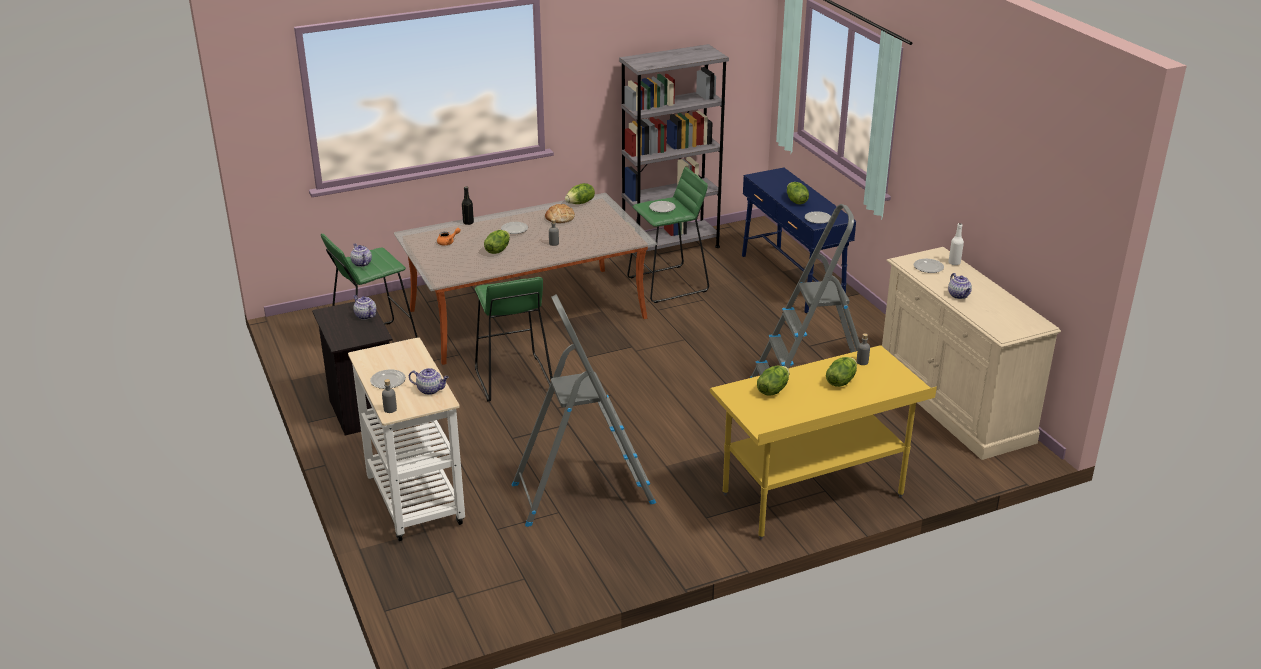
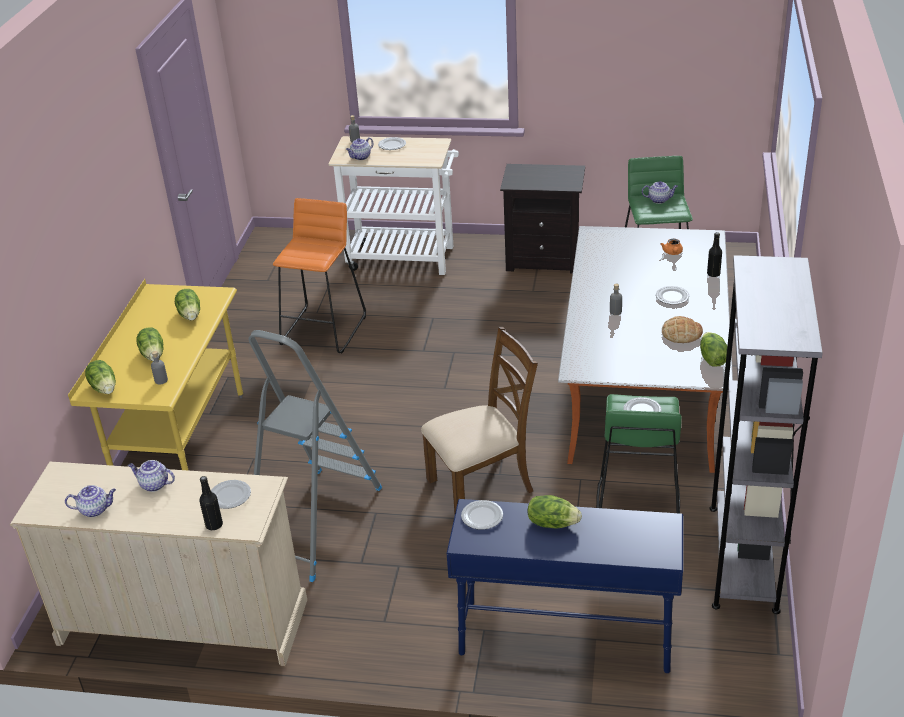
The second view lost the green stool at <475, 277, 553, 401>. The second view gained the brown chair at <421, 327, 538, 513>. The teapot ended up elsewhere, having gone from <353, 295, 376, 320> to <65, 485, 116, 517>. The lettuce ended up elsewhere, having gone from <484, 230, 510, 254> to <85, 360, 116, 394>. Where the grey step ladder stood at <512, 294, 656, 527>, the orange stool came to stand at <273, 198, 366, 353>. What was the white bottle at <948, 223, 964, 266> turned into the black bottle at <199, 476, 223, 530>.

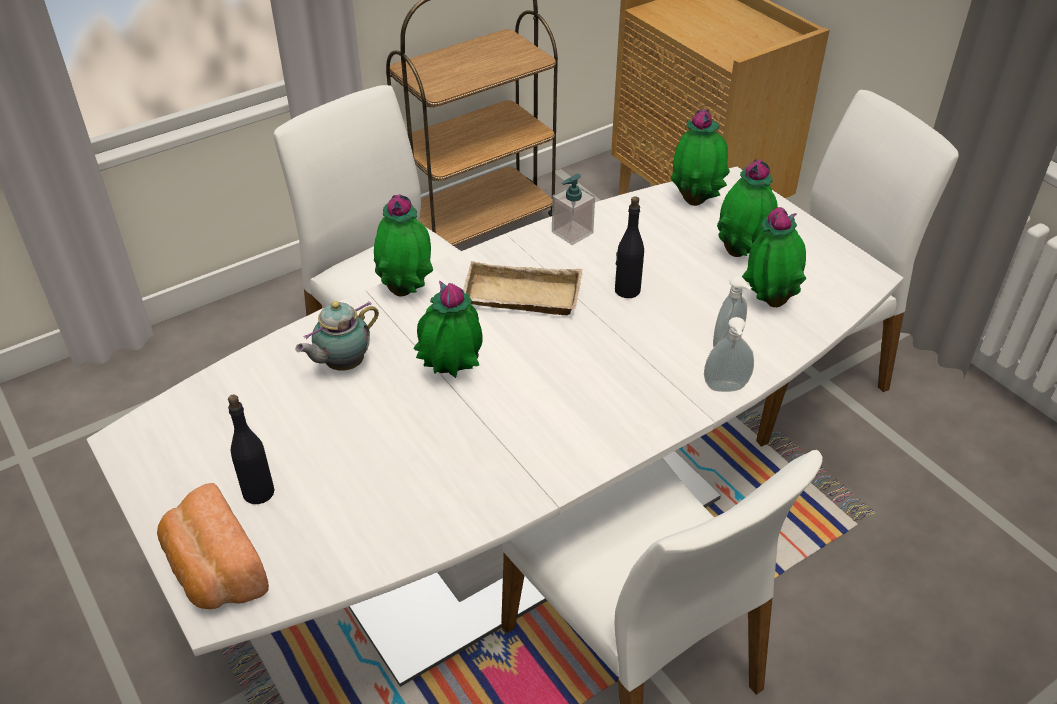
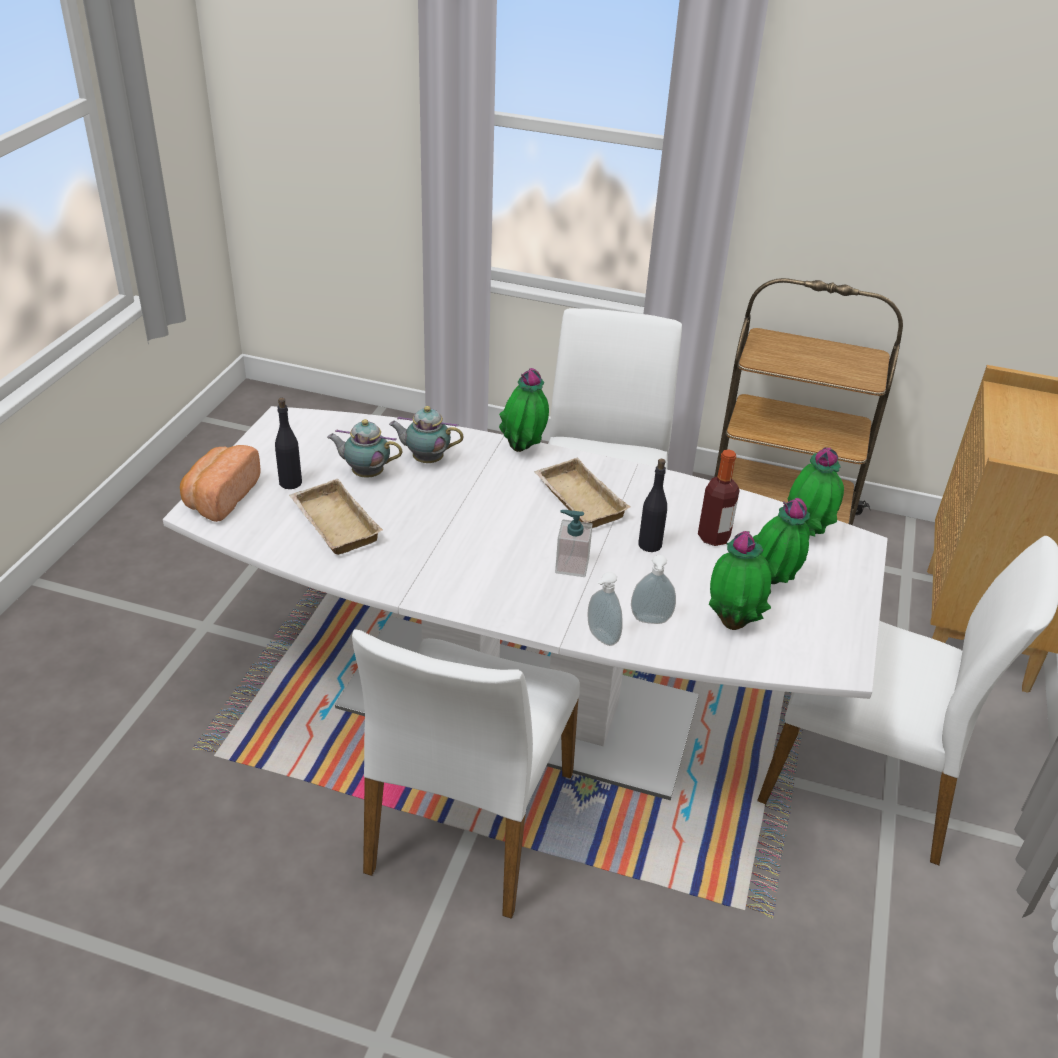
The second view lost the potted plant at <413, 281, 483, 378>. The second view gained the beige tray at <289, 479, 383, 555>. The second view gained the teapot at <327, 419, 402, 478>. The second view gained the bottle at <698, 449, 739, 546>. The soap dispenser ended up elsewhere, having gone from <552, 174, 595, 245> to <555, 510, 593, 577>.

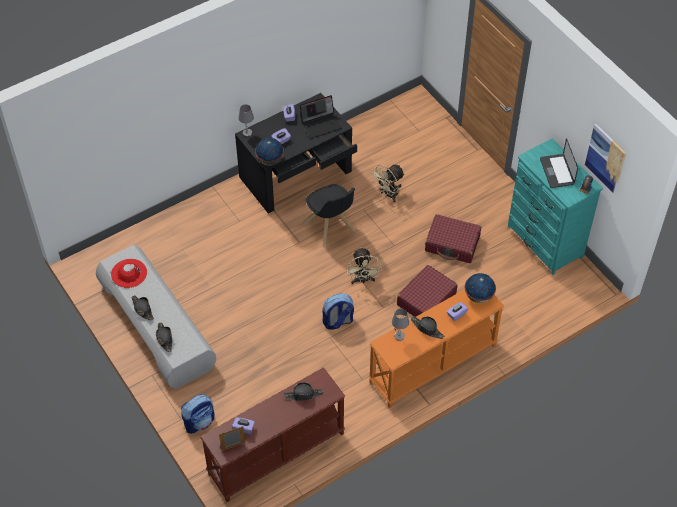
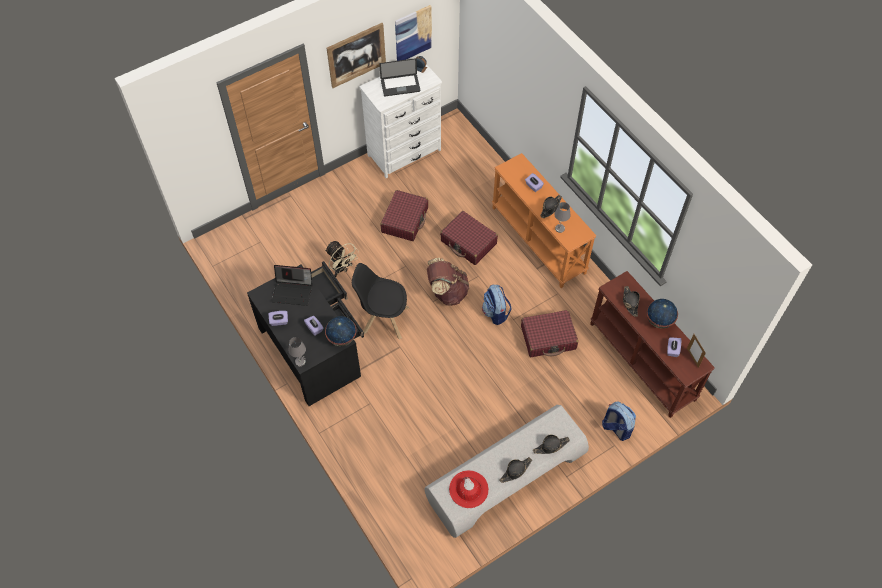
The second view gained the picture at <327, 23, 386, 88>. The second view gained the red suitcase at <521, 310, 578, 357>. The globe ended up elsewhere, having gone from <465, 273, 496, 303> to <647, 299, 678, 329>. Where the beige fan stood at <347, 247, 382, 284>, the brown backpack came to stand at <427, 258, 469, 306>. What was the turquoise dresser at <508, 138, 603, 275> turned into the white dresser at <359, 64, 442, 178>. The laptop at <300, 95, 342, 138> ended up facing another way, 120 degrees clockwise from before. The black chair at <303, 184, 355, 248> ended up facing another way, 135 degrees counterclockwise from before.

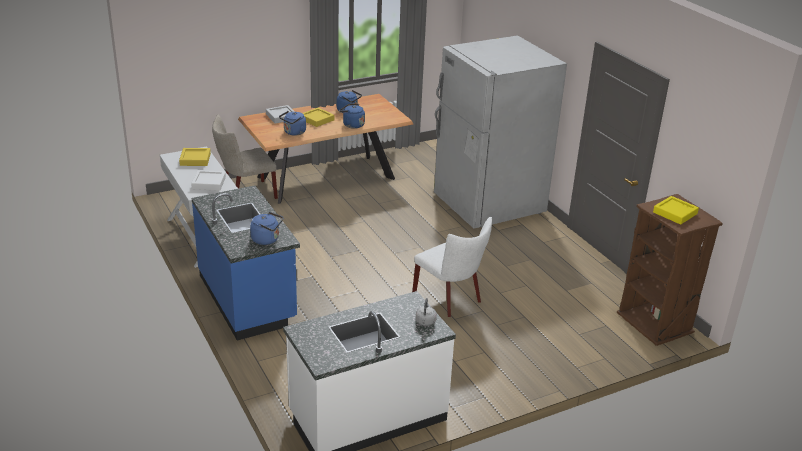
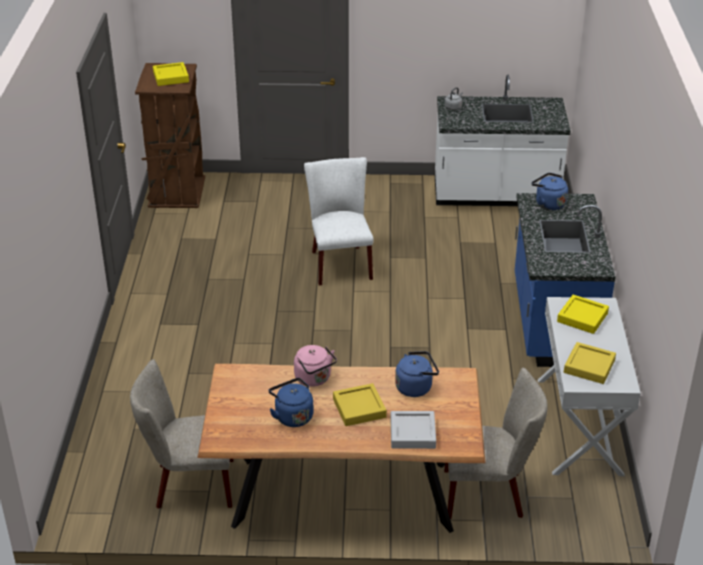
The second view lost the white fridge at <434, 35, 567, 228>. The second view gained the beige chair at <130, 359, 233, 509>. What was the white tray at <191, 170, 226, 191> turned into the yellow tray at <557, 295, 609, 334>. What was the blue kettle at <339, 104, 365, 129> turned into the pink kettle at <294, 345, 337, 387>.

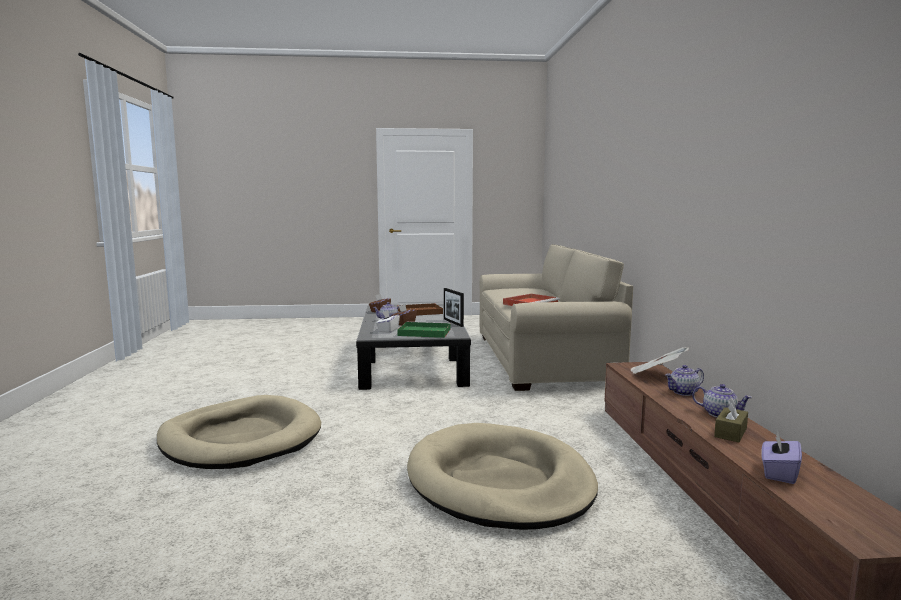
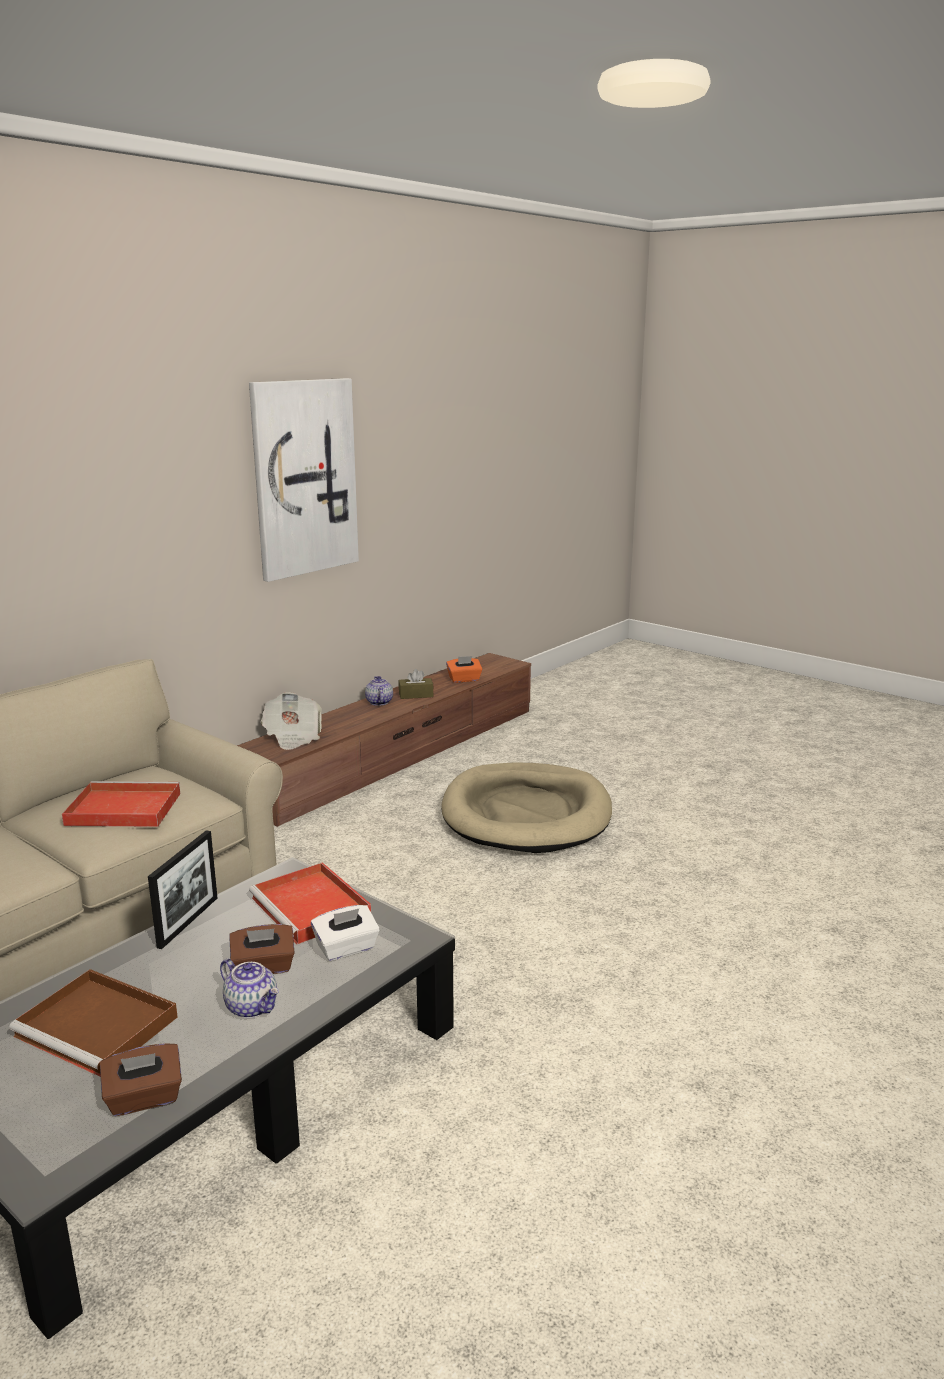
The second view lost the beige dog bed at <157, 395, 321, 469>. The second view lost the teapot at <665, 365, 704, 396>. The second view gained the picture at <249, 378, 359, 582>. What was the green tray at <397, 322, 451, 338> turned into the red tray at <249, 862, 371, 944>. What was the purple tissue box at <761, 432, 802, 484> turned into the orange tissue box at <446, 656, 483, 683>.

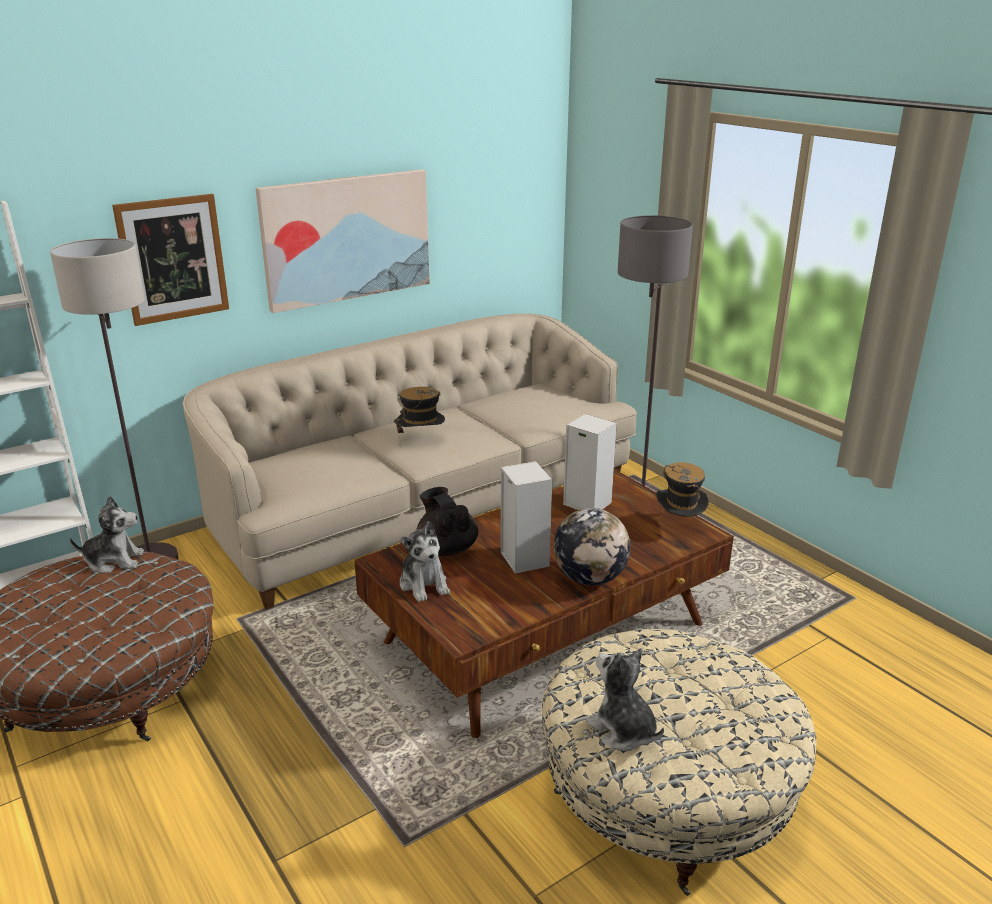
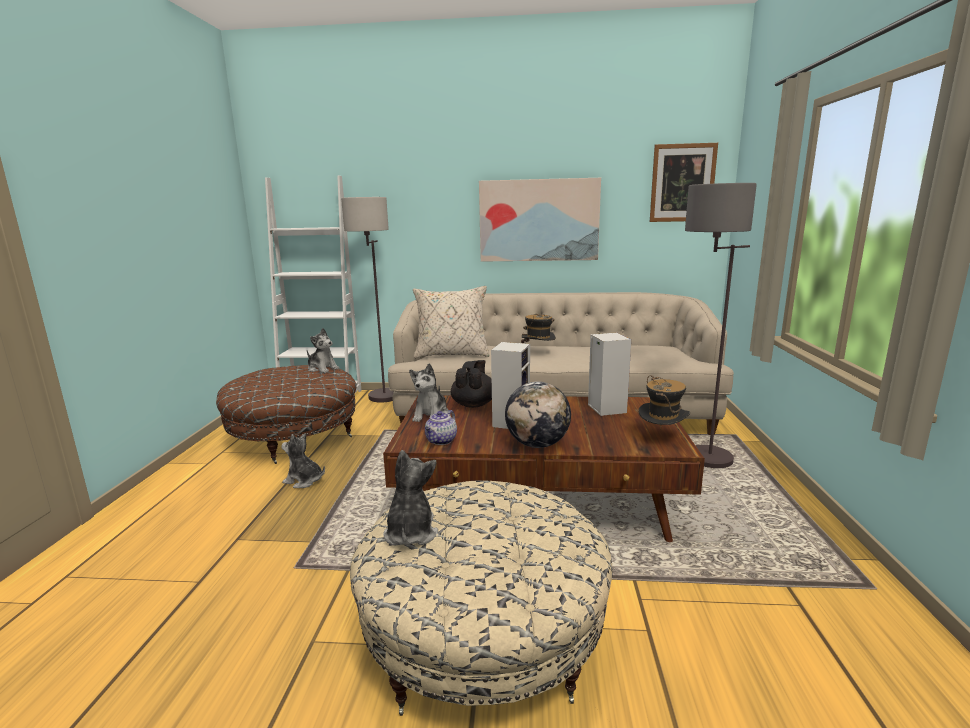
The second view gained the plush toy at <281, 433, 325, 488>. The second view gained the beige pillow at <413, 286, 490, 358>. The second view gained the teapot at <425, 410, 457, 445>. The picture ended up elsewhere, having gone from <112, 194, 229, 326> to <650, 143, 718, 222>.

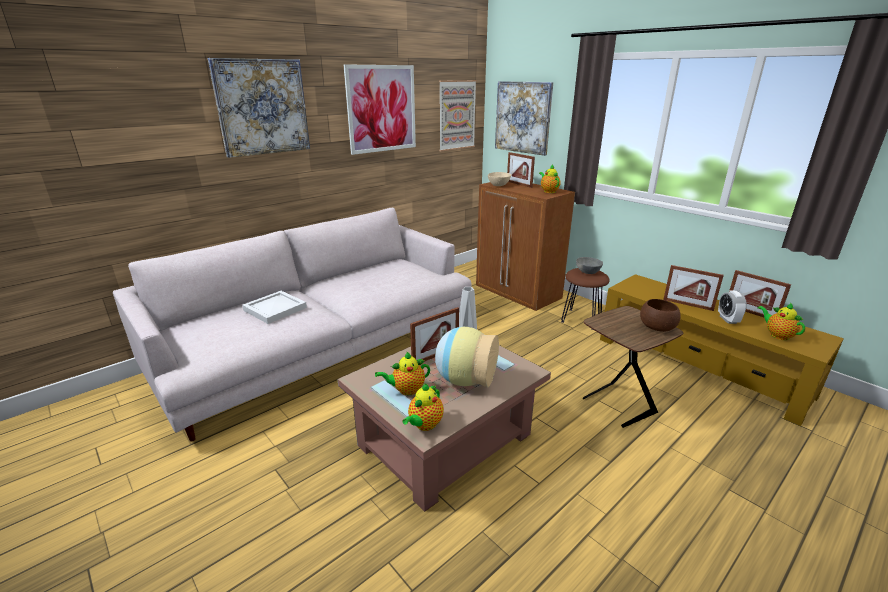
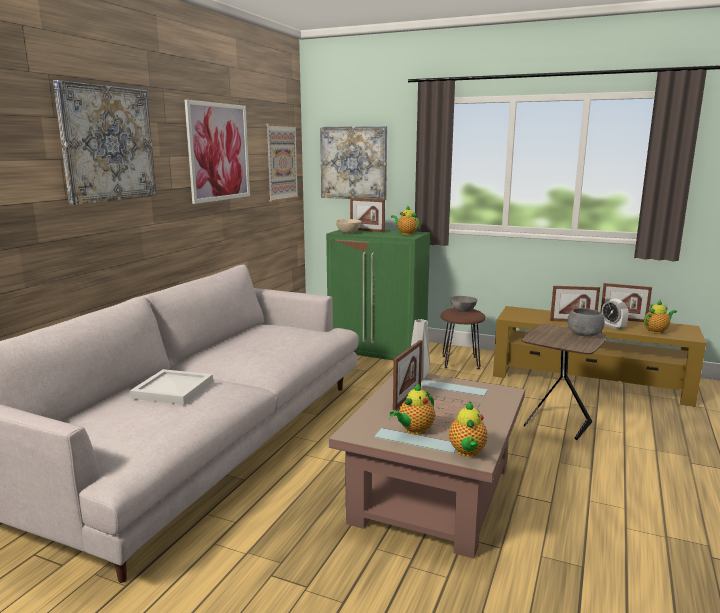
The second view lost the vase at <435, 327, 499, 387>. What was the brown cabinet at <476, 182, 575, 311> turned into the green cabinet at <326, 230, 430, 361>. What was the brown bowl at <640, 299, 681, 332> turned into the grey bowl at <567, 308, 605, 337>. The teapot at <758, 302, 805, 340> ended up facing another way, 120 degrees clockwise from before.

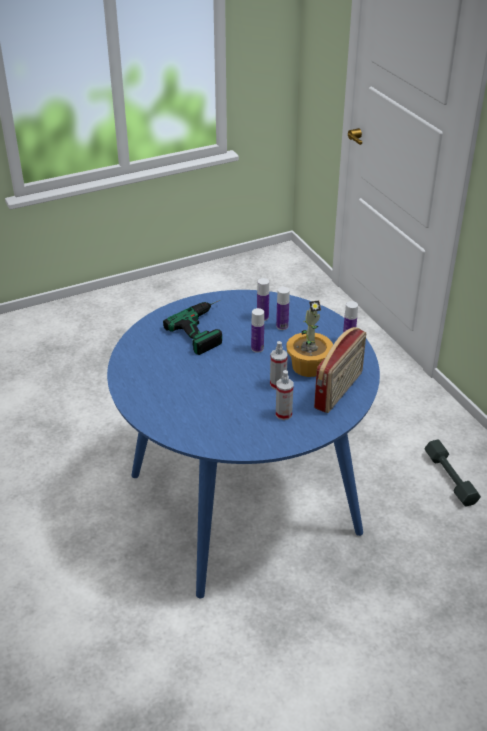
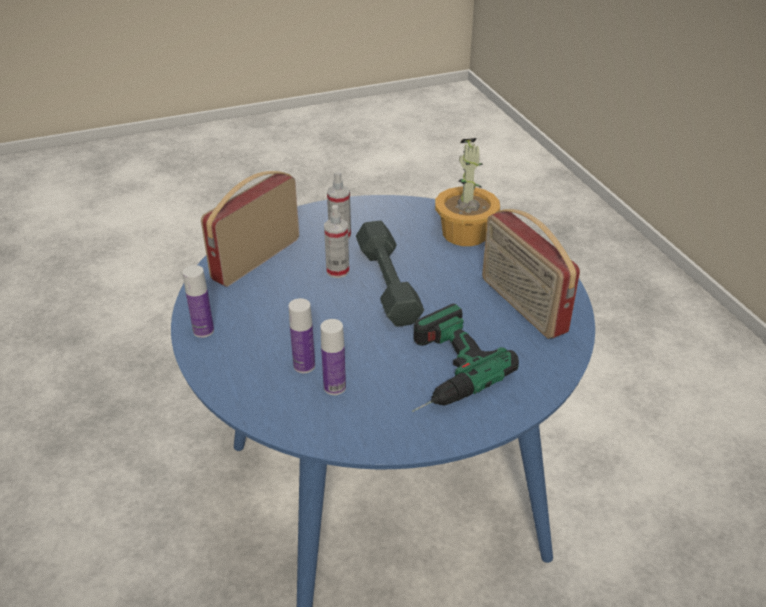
The second view lost the bottle at <251, 308, 264, 353>. The second view gained the radio at <482, 209, 580, 339>. The potted plant ended up elsewhere, having gone from <286, 300, 333, 377> to <435, 138, 500, 246>. The grey dumbbell ended up elsewhere, having gone from <424, 439, 481, 507> to <356, 221, 424, 327>.

